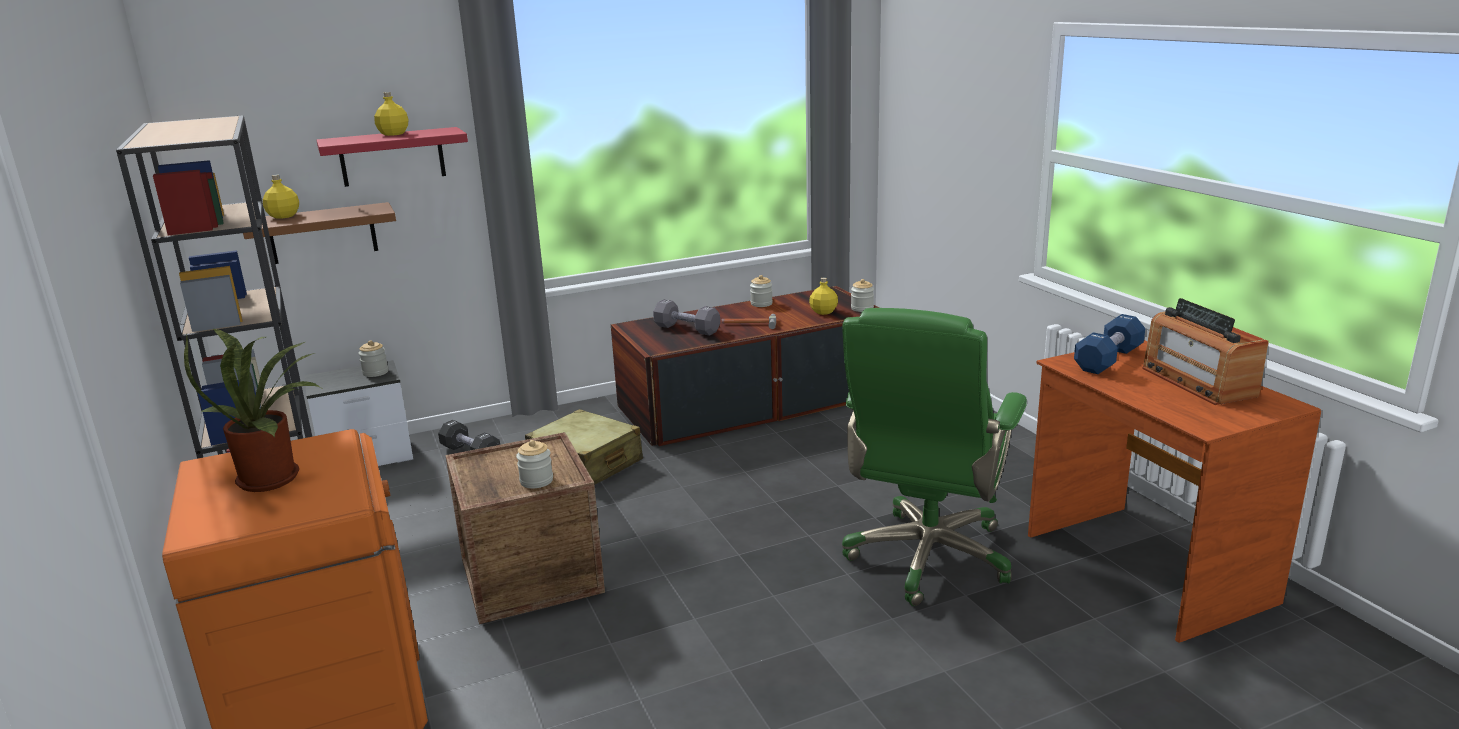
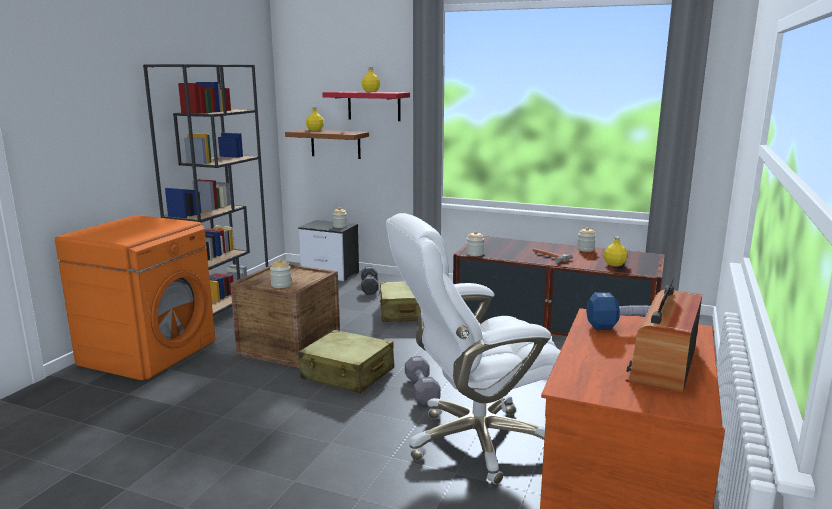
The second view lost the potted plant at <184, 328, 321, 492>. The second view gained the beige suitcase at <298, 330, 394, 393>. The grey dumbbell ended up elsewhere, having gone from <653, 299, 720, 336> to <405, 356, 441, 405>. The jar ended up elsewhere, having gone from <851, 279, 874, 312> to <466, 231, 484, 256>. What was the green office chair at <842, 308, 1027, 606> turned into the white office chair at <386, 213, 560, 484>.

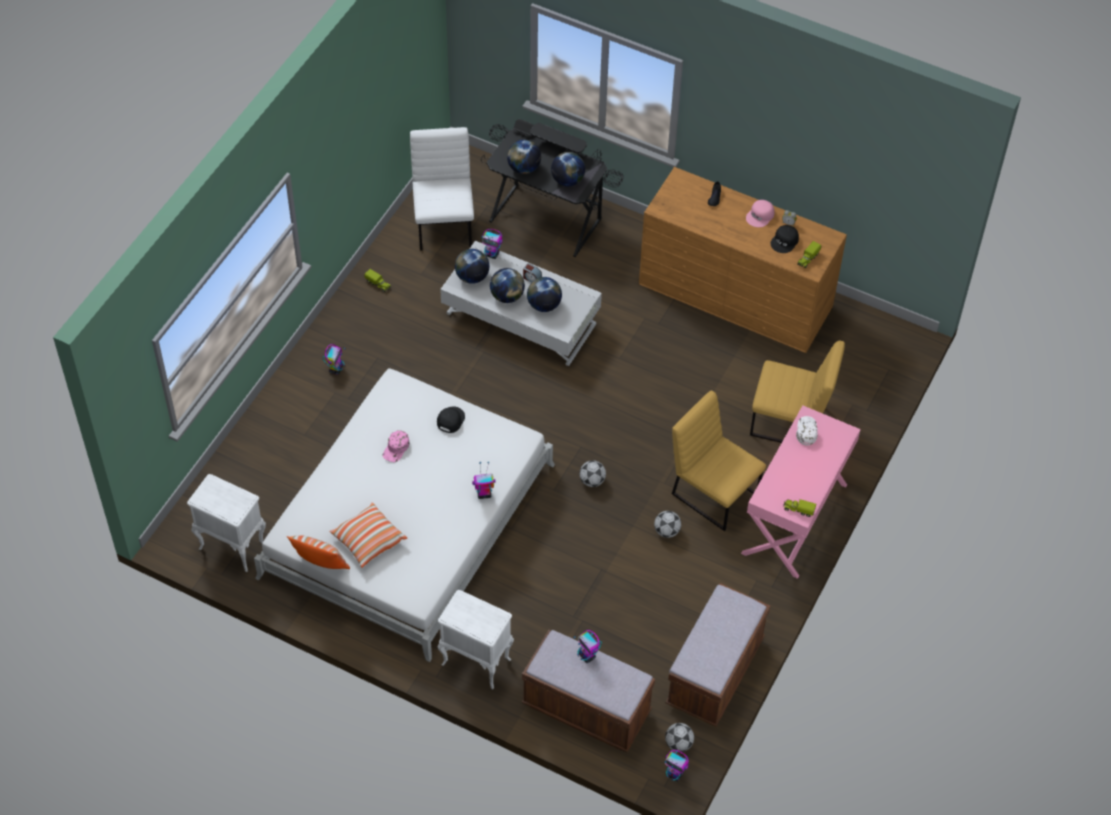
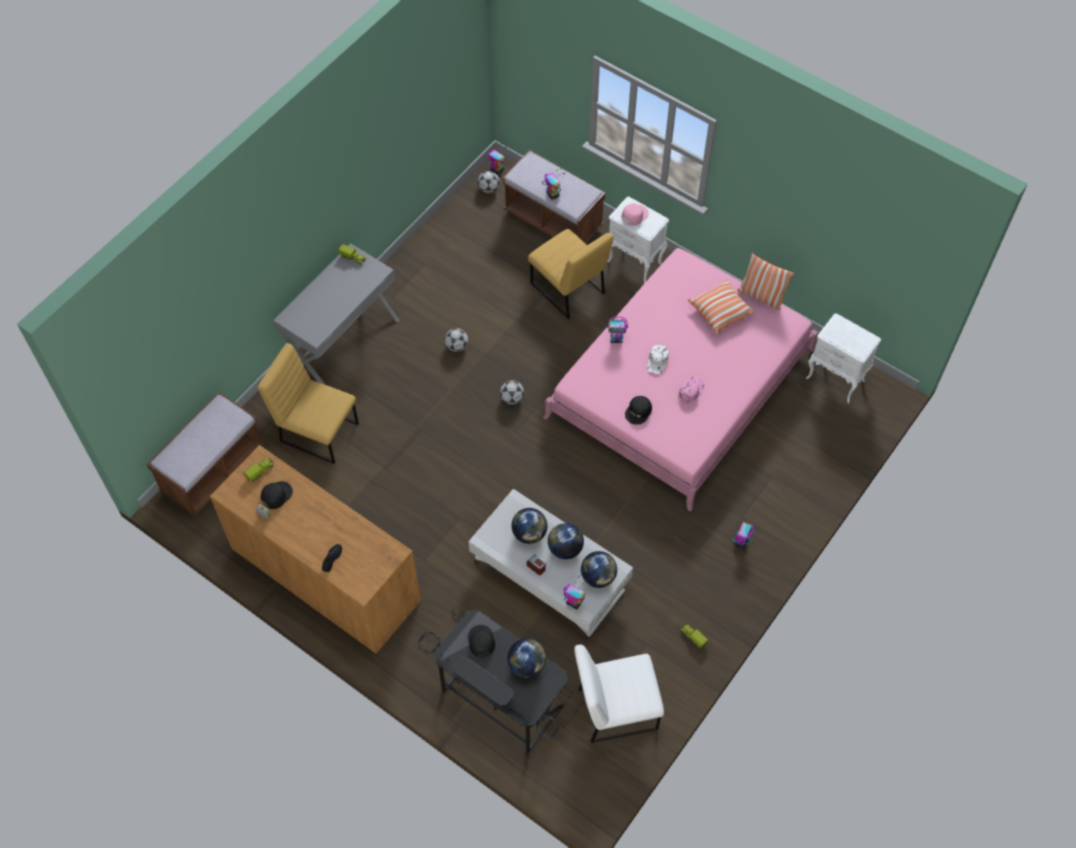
The brown bench ended up elsewhere, having gone from <666, 583, 770, 727> to <146, 392, 264, 516>. The yellow chair ended up elsewhere, having gone from <672, 390, 766, 531> to <528, 229, 614, 319>. The pink cap ended up elsewhere, having gone from <746, 200, 774, 227> to <622, 203, 649, 226>. The white cap ended up elsewhere, having gone from <796, 416, 818, 445> to <647, 344, 669, 374>. Where the globe stood at <551, 152, 585, 186>, the black cap came to stand at <468, 625, 495, 657>. What was the white bed at <254, 368, 555, 662> turned into the pink bed at <543, 248, 818, 512>. What was the pink desk at <741, 405, 861, 579> turned into the grey desk at <273, 243, 400, 385>. The white chair at <410, 127, 474, 250> ended up facing another way, 75 degrees clockwise from before.

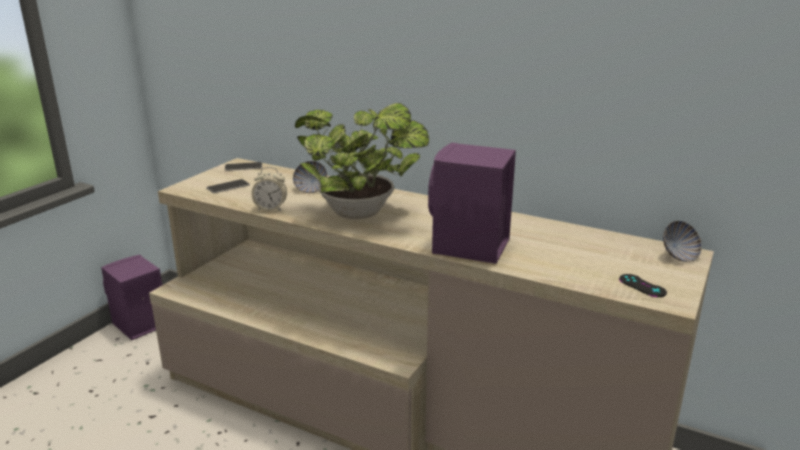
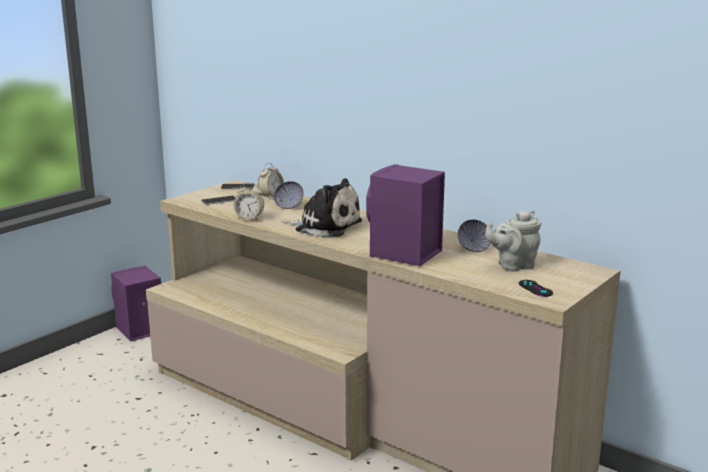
The second view gained the alarm clock at <258, 163, 284, 199>. The second view gained the grey teapot at <485, 210, 541, 272>. The bowl ended up elsewhere, having gone from <663, 221, 702, 262> to <458, 219, 491, 252>. Where the potted plant stood at <295, 103, 429, 219>, the plush toy came to stand at <282, 178, 362, 237>.

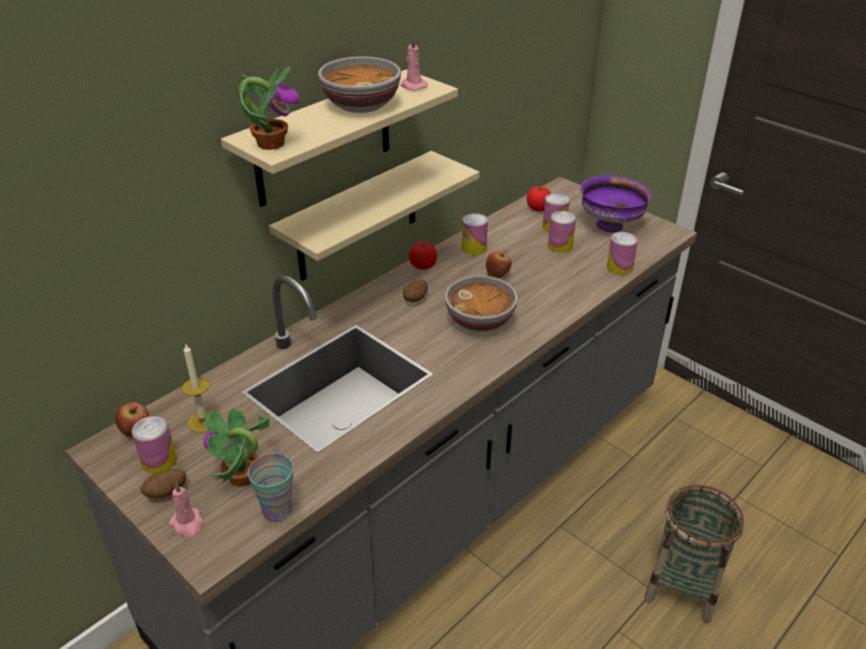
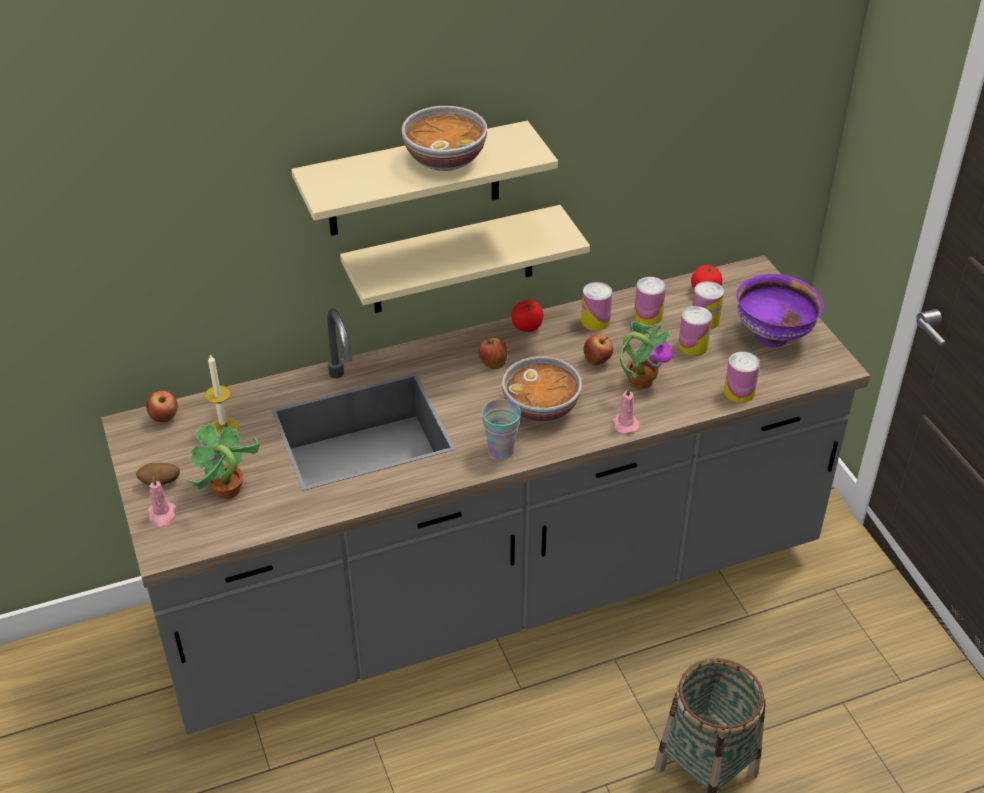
The can ended up elsewhere, having gone from <132, 416, 177, 474> to <634, 277, 666, 325>. The potted plant ended up elsewhere, having gone from <239, 66, 300, 150> to <620, 321, 673, 389>. The cup ended up elsewhere, having gone from <248, 453, 293, 522> to <482, 399, 521, 460>. The pink candle ended up elsewhere, having gone from <400, 36, 428, 91> to <612, 387, 640, 434>. Where the potato stood at <403, 280, 428, 302>, the apple came to stand at <478, 336, 508, 369>.

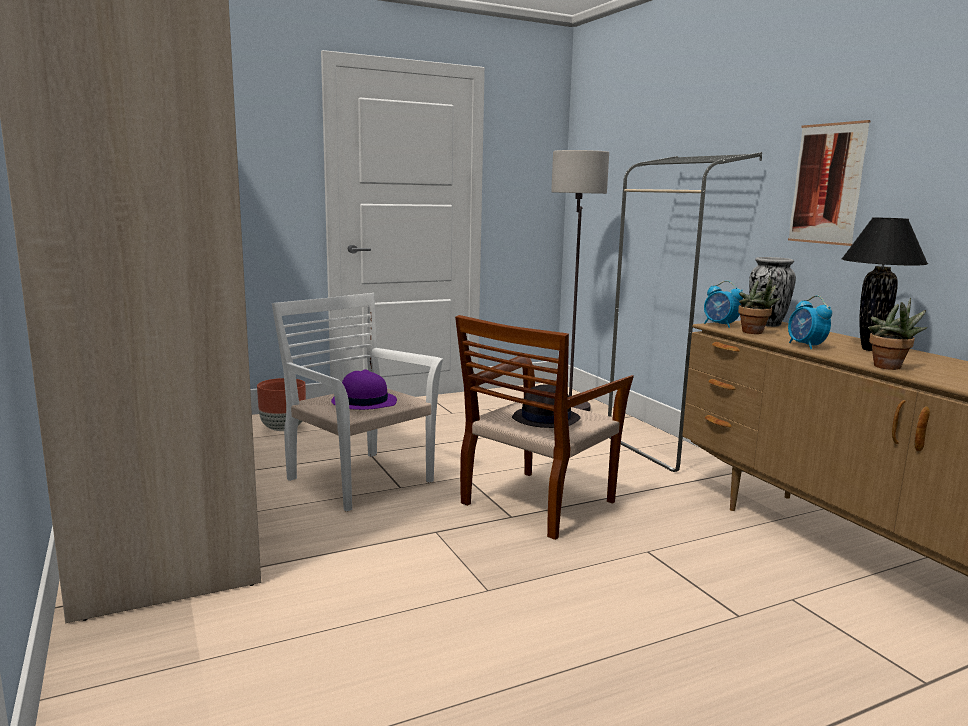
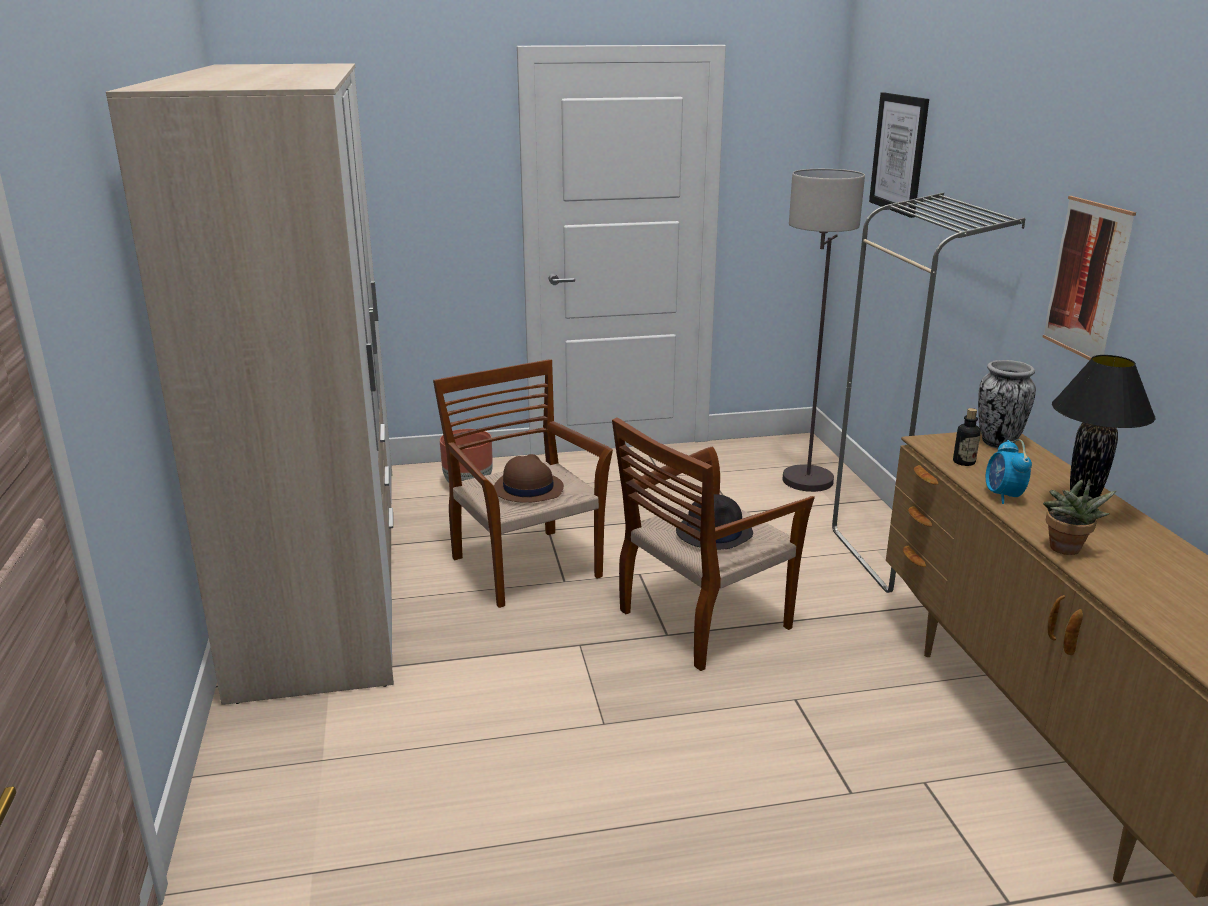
The second view lost the alarm clock at <704, 281, 743, 328>. The second view gained the picture at <869, 92, 929, 218>. Where the potted plant stood at <738, 276, 780, 334>, the bottle came to stand at <953, 408, 981, 466>. What was the white armchair at <272, 293, 443, 512> turned into the brown armchair at <433, 359, 613, 608>. What was the purple hat at <331, 369, 397, 410> turned into the brown hat at <494, 454, 564, 503>.

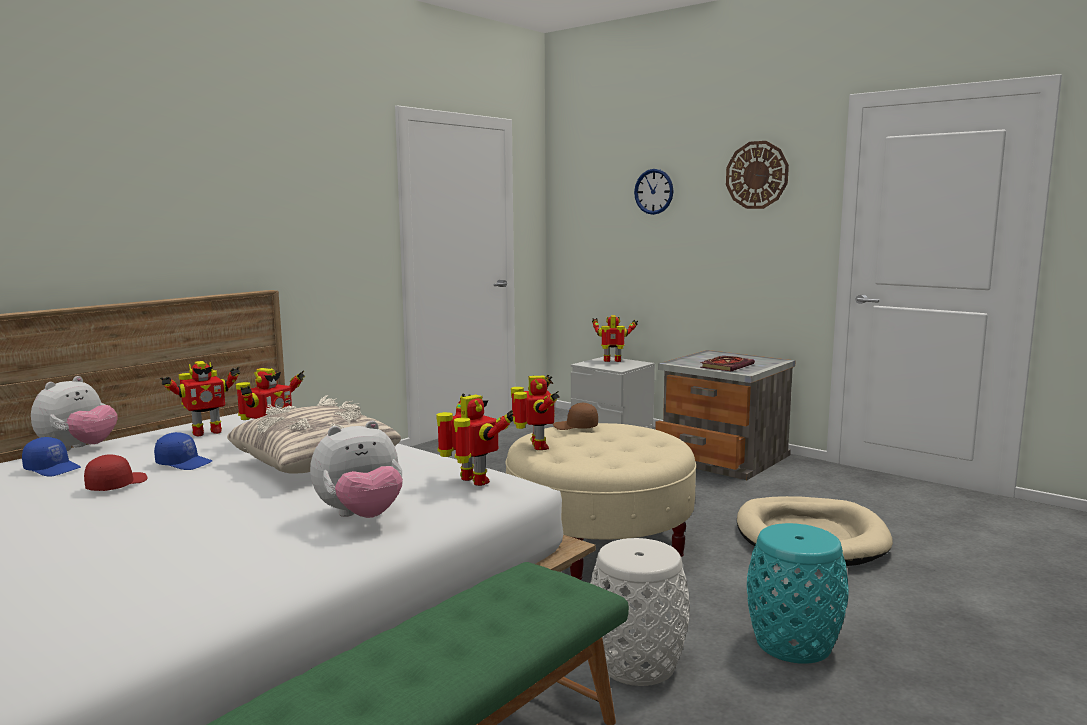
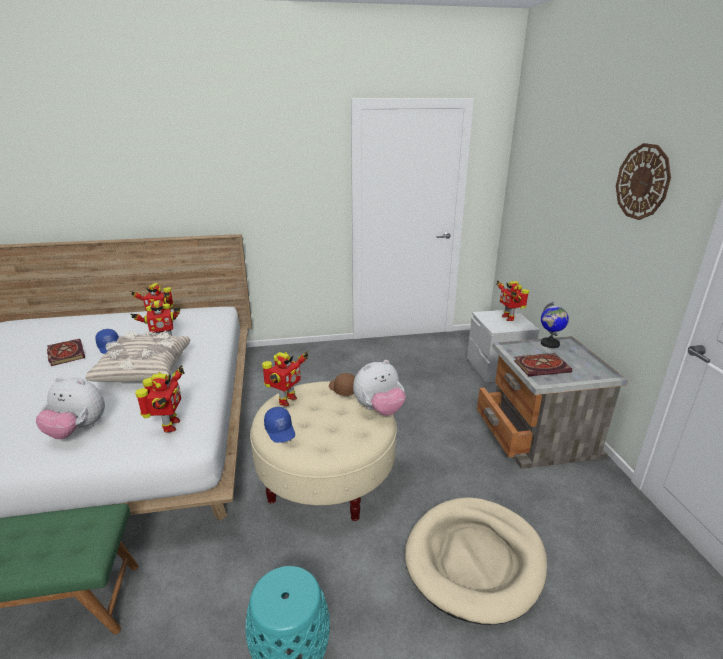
The second view lost the white stool at <590, 538, 690, 686>. The second view lost the wall clock at <634, 169, 674, 215>. The second view gained the globe at <541, 302, 569, 348>. The blue cap ended up elsewhere, having gone from <22, 437, 81, 477> to <264, 407, 295, 443>. The plush toy ended up elsewhere, having gone from <31, 376, 118, 451> to <353, 360, 406, 416>. Where the red cap stood at <84, 454, 147, 491>, the book came to stand at <47, 339, 85, 366>. The toy robot at <592, 315, 638, 362> ended up facing another way, 150 degrees counterclockwise from before.

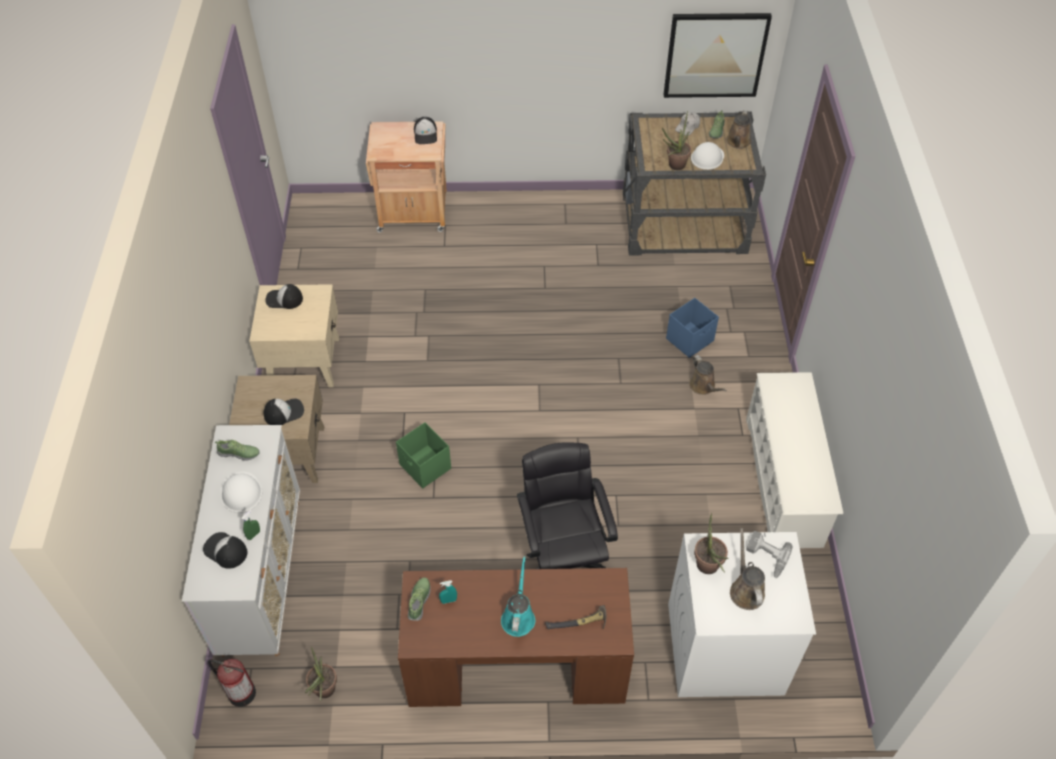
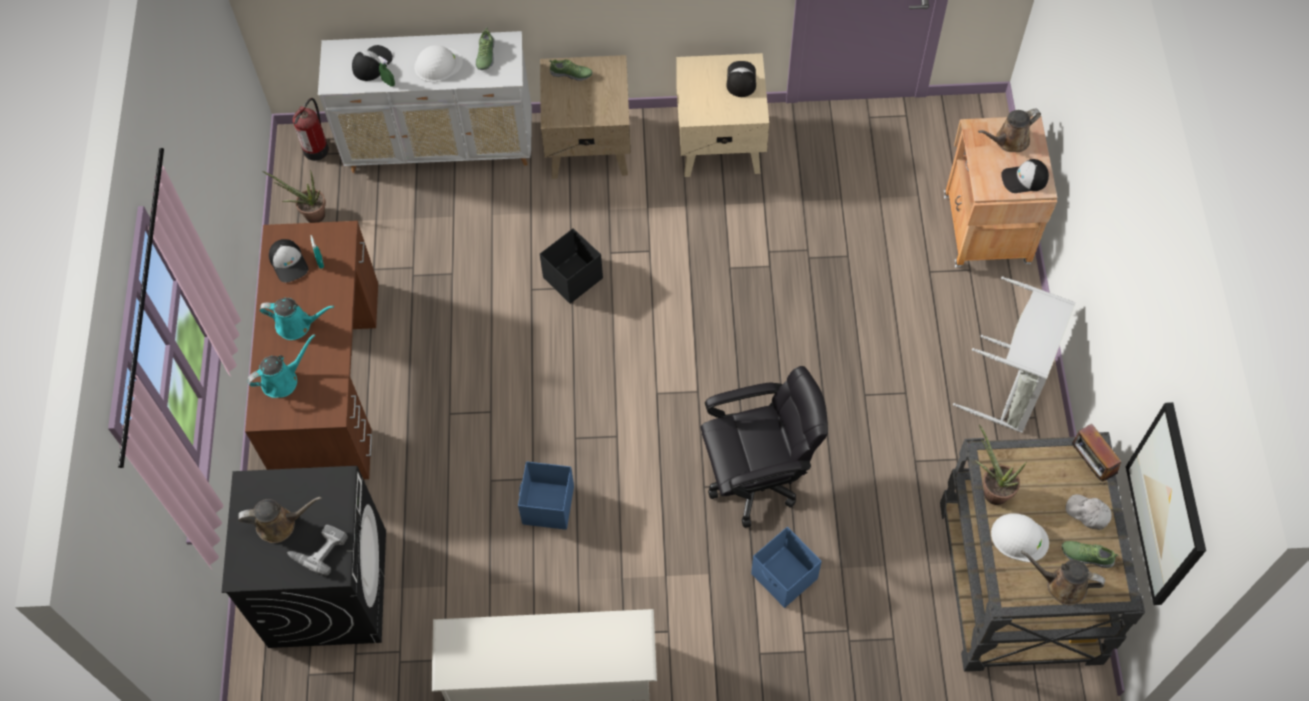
The second view lost the potted plant at <694, 513, 729, 574>. The second view gained the blue storage box at <518, 461, 574, 530>. The second view gained the grey laundry basket at <953, 276, 1076, 433>. The second view gained the radio at <1072, 424, 1122, 484>. The cap ended up elsewhere, having gone from <264, 399, 304, 425> to <269, 239, 309, 283>. The shoe ended up elsewhere, having gone from <408, 577, 431, 621> to <549, 59, 593, 81>. The black office chair ended up elsewhere, having gone from <517, 442, 618, 569> to <701, 366, 828, 528>. The brown watering can ended up elsewhere, having gone from <689, 355, 727, 395> to <978, 109, 1041, 152>. Where the hammer stood at <545, 605, 606, 629>, the turquoise watering can came to stand at <247, 334, 316, 398>. What was the green storage box at <396, 422, 451, 488> turned into the black storage box at <540, 228, 603, 304>. What was the white washing machine at <668, 532, 816, 697> turned into the black washing machine at <222, 466, 386, 648>.

